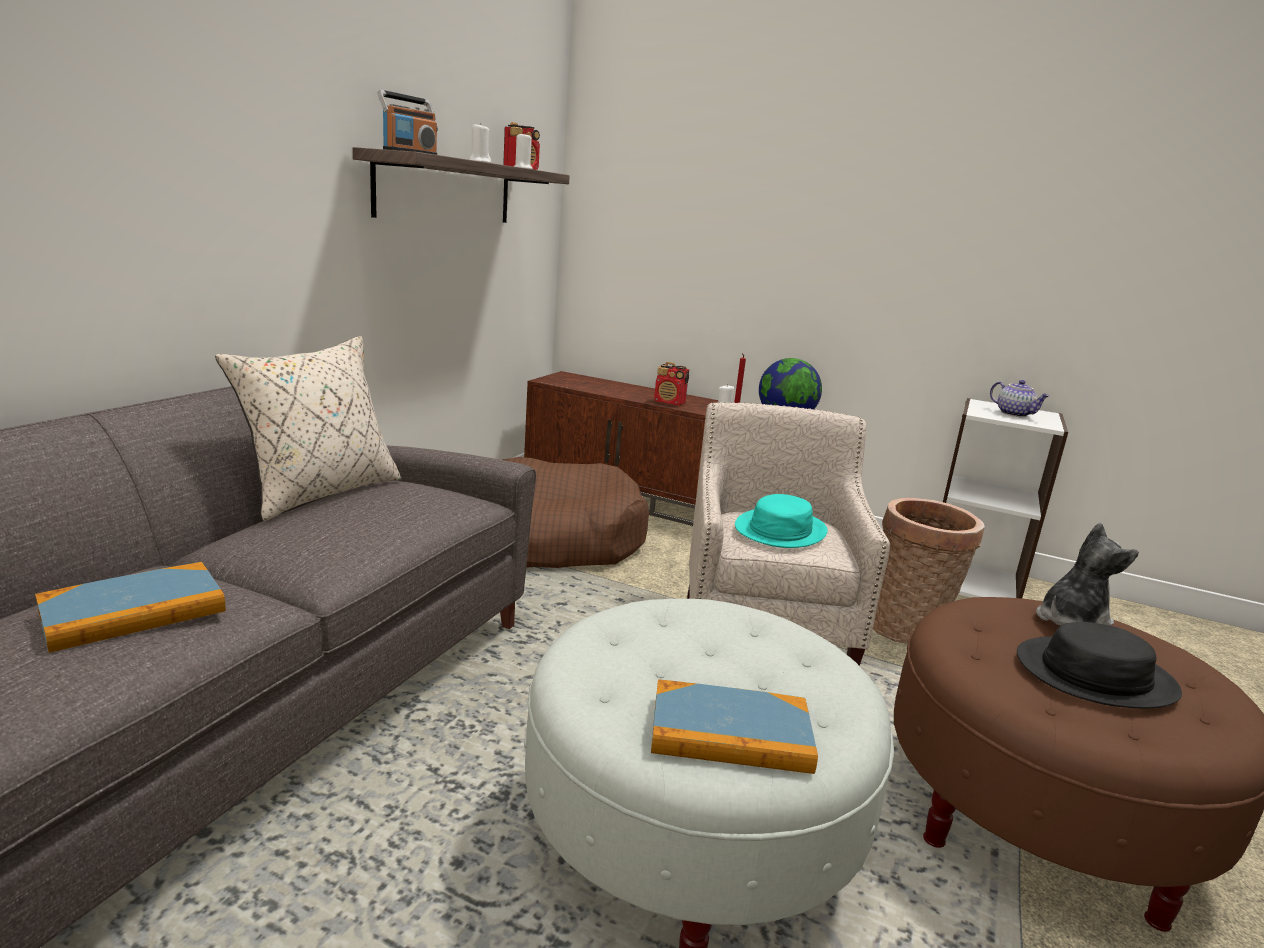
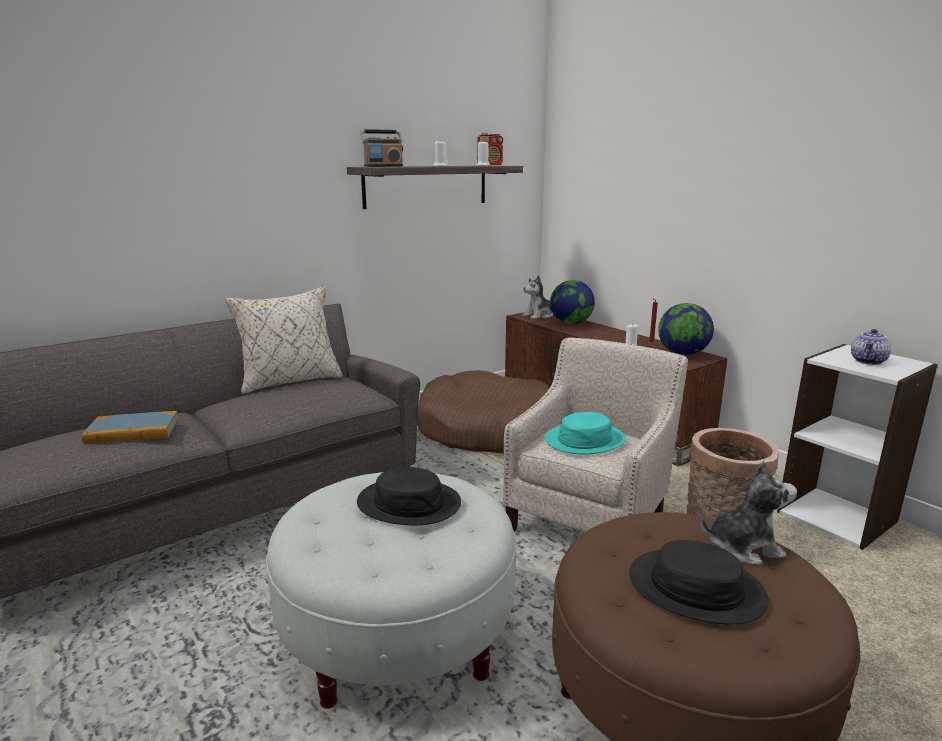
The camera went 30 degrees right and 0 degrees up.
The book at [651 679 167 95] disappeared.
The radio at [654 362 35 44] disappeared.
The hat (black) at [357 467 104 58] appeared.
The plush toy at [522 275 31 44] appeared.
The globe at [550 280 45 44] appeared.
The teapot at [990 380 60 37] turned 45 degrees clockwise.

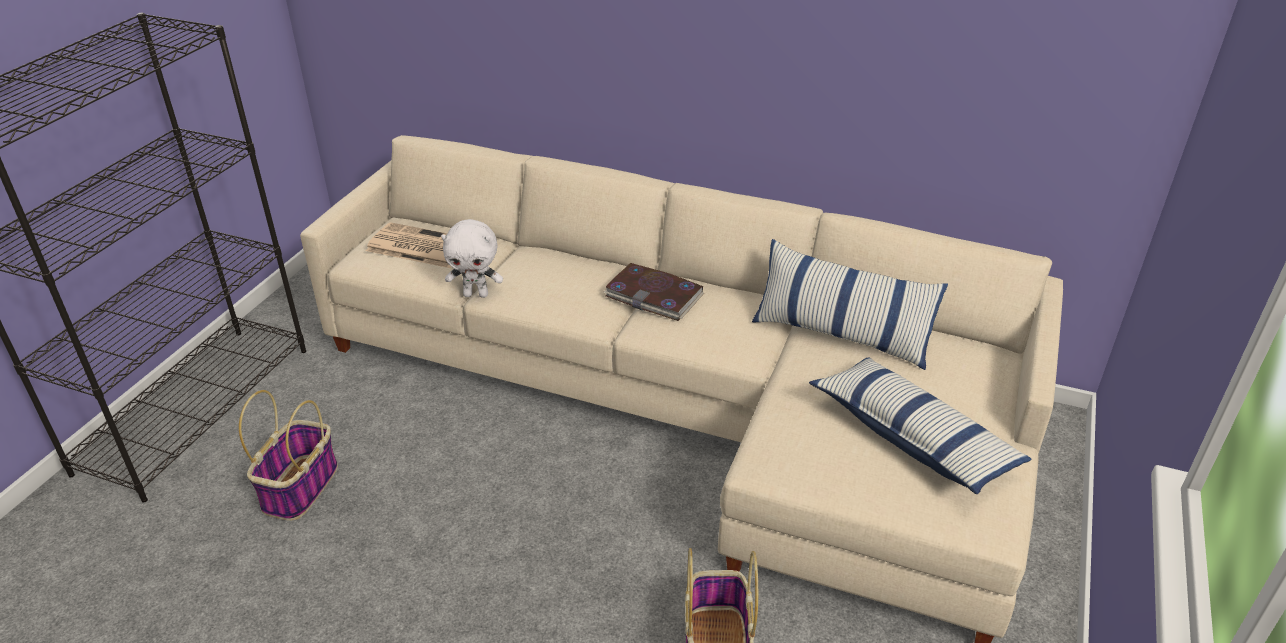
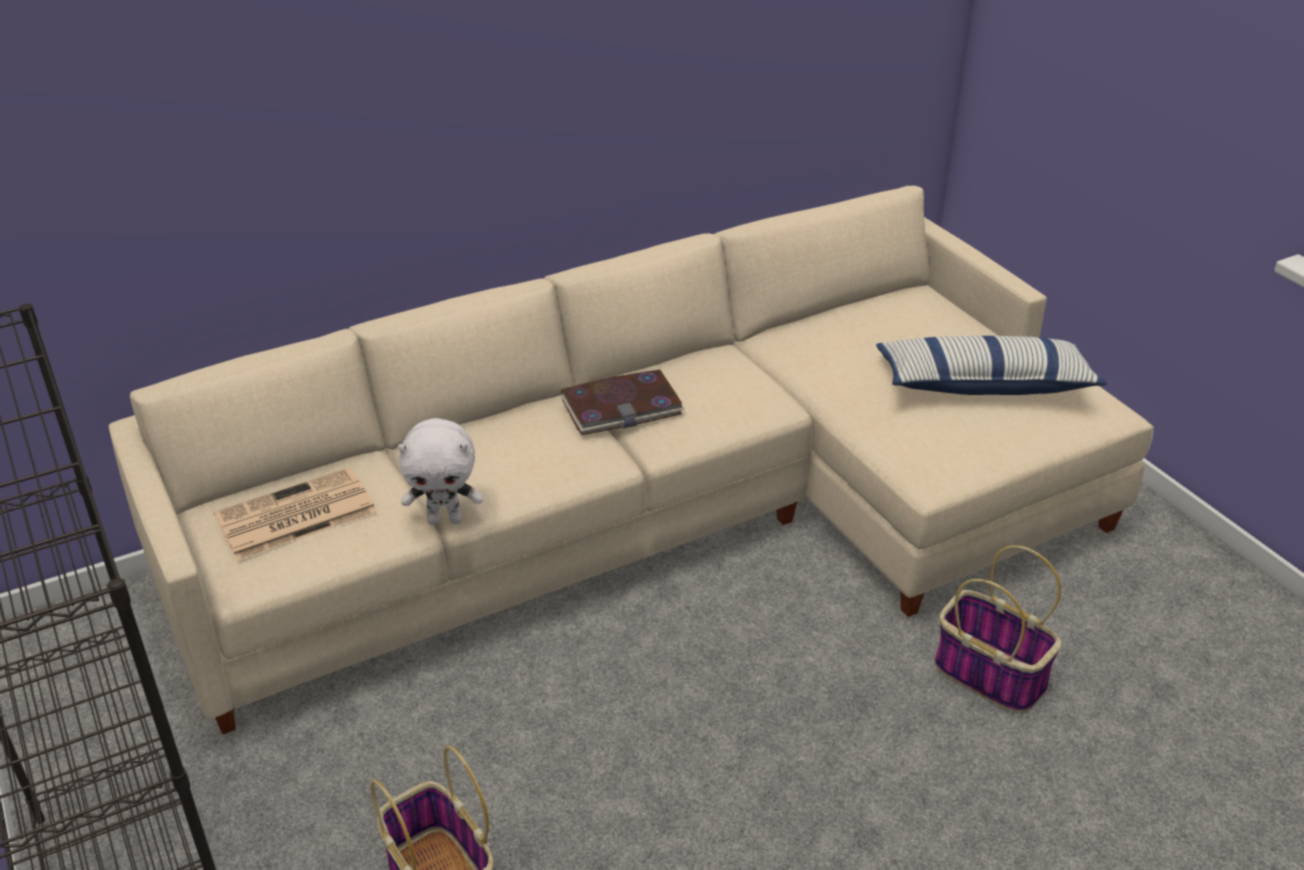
The camera went 50 degrees left and 0 degrees up.
The pillow at [752 239 196 131] disappeared.
The plush toy (white) at [441 219 62 79] turned 45 degrees clockwise.

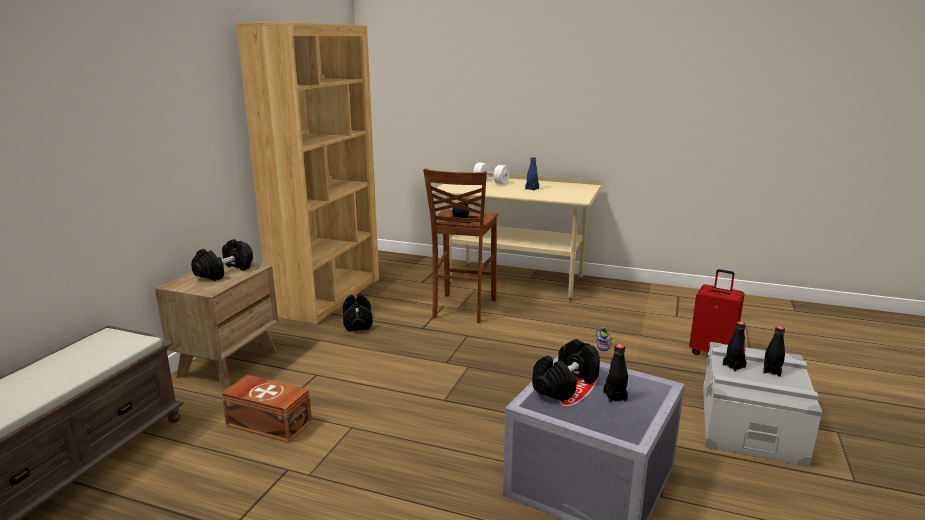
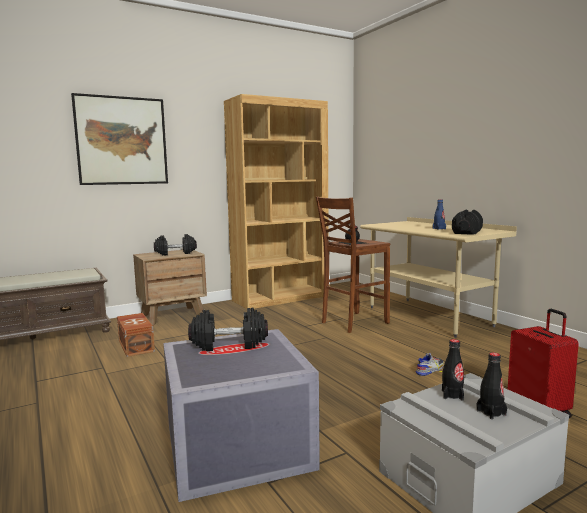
The camera went 40 degrees right and 10 degrees down.
The dumbbell (white) at [473 162 37 22] disappeared.
The bottle (black) at [603 344 25 59] disappeared.
The picture at [71 93 97 92] appeared.
The dumbbell (black) moved from [343 294 30 37] to [452 210 31 25].

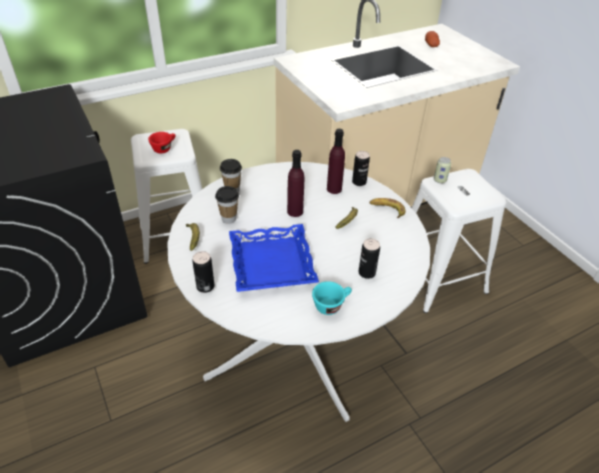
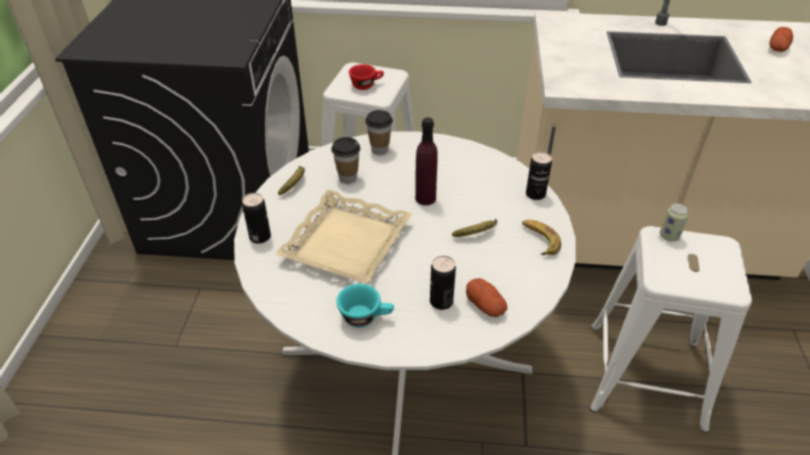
The camera went 35 degrees right and 0 degrees up.
The bottle (purple) at [327 129 18 65] disappeared.
The potato at [466 278 42 39] appeared.
The tray (blue) at [229 224 90 68] became the tray (beige) at [275 189 137 95].

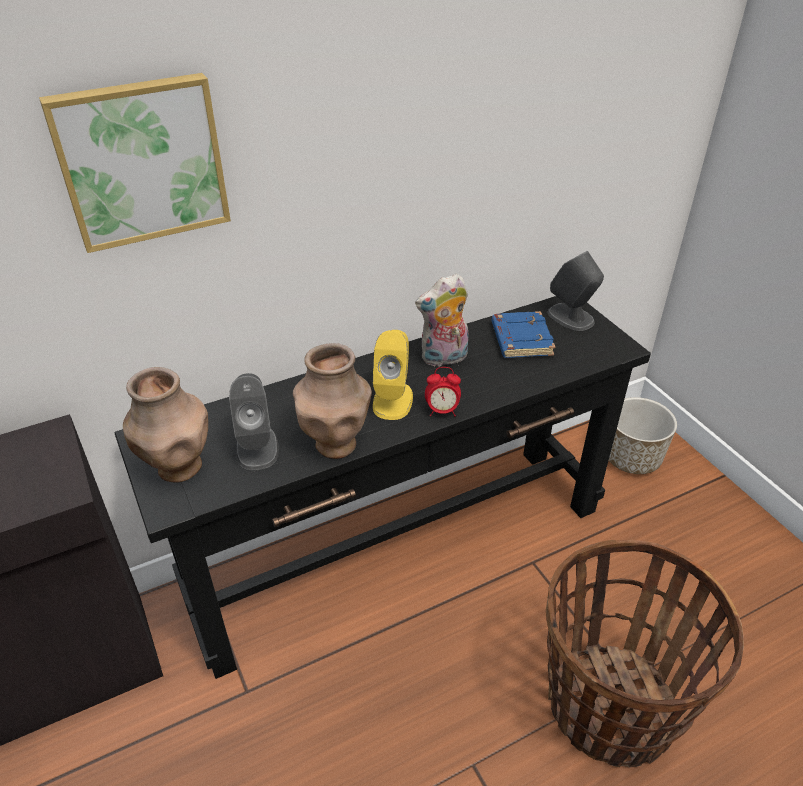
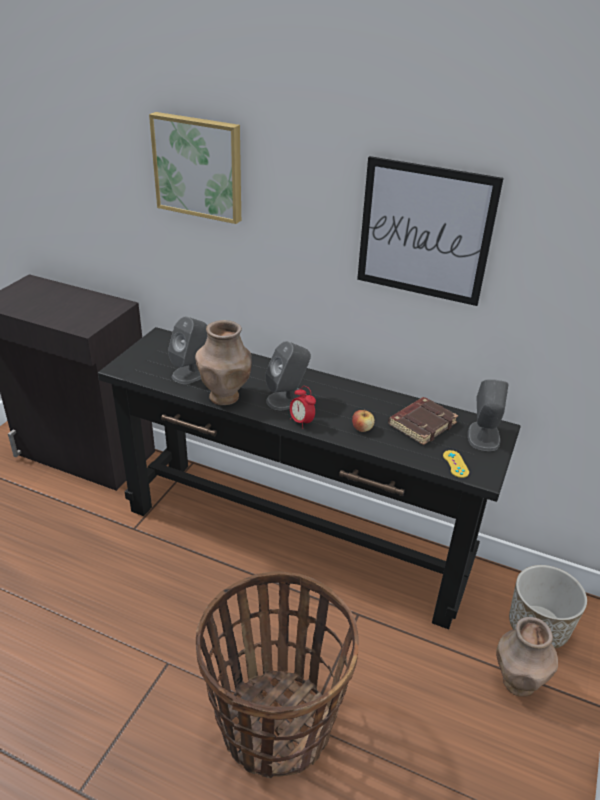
The camera went 50 degrees right and 5 degrees down.
The plush toy at [415 274 54 93] disappeared.
The apple at [352 409 23 23] appeared.
The picture at [357 156 147 150] appeared.
The game controller (yellow) at [443 450 26 28] appeared.
The vase (brown) moved from [123 367 85 116] to [496 617 62 80].
The speaker (yellow) at [373 330 40 90] became the speaker (grey) at [266 341 45 69].
The book (blue) at [492 311 63 47] became the book (brown) at [388 397 70 48].

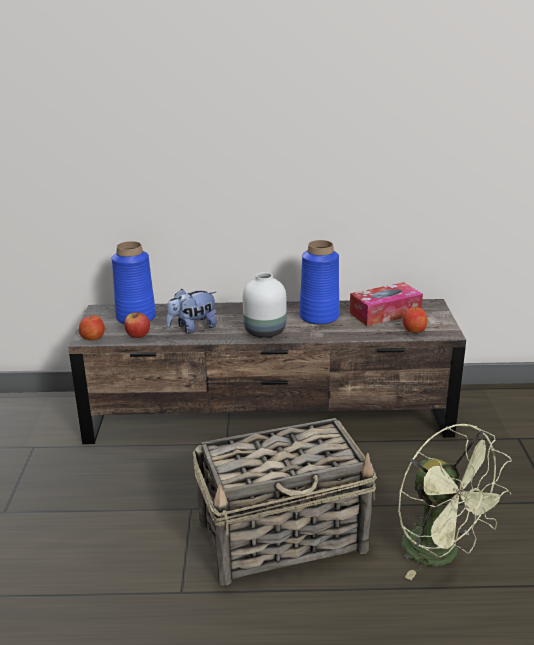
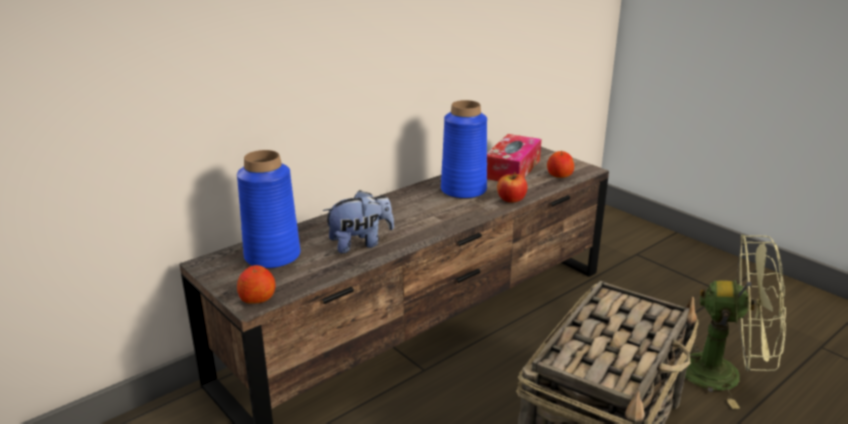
The camera went 40 degrees left and 0 degrees up.
The vase (white) at [243 272 44 66] disappeared.
The apple moved from [124 312 26 26] to [497 172 30 31].
The plush toy at [166 289 51 44] turned 135 degrees counterclockwise.

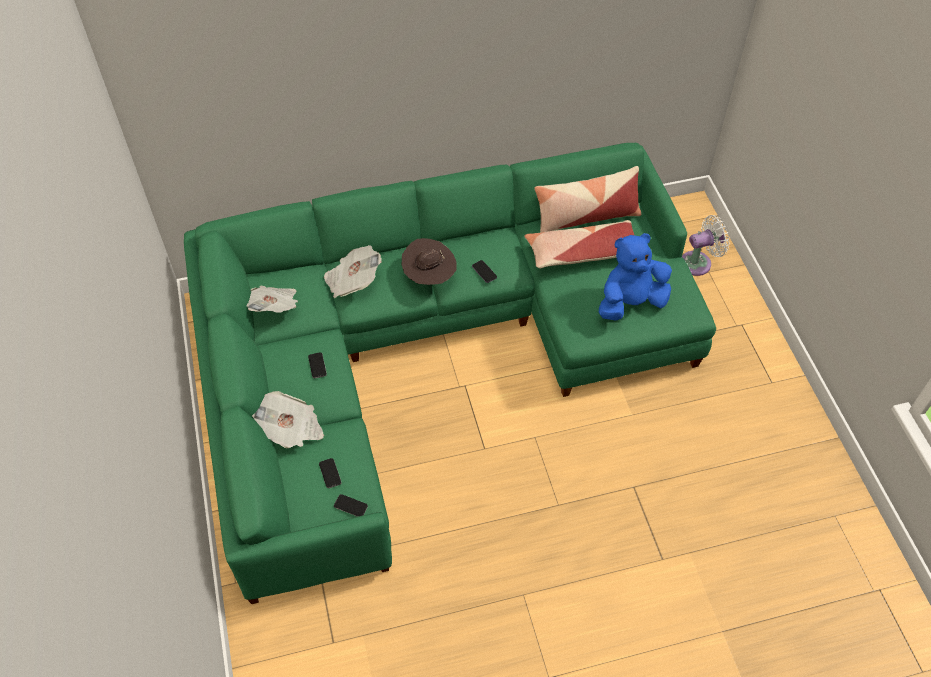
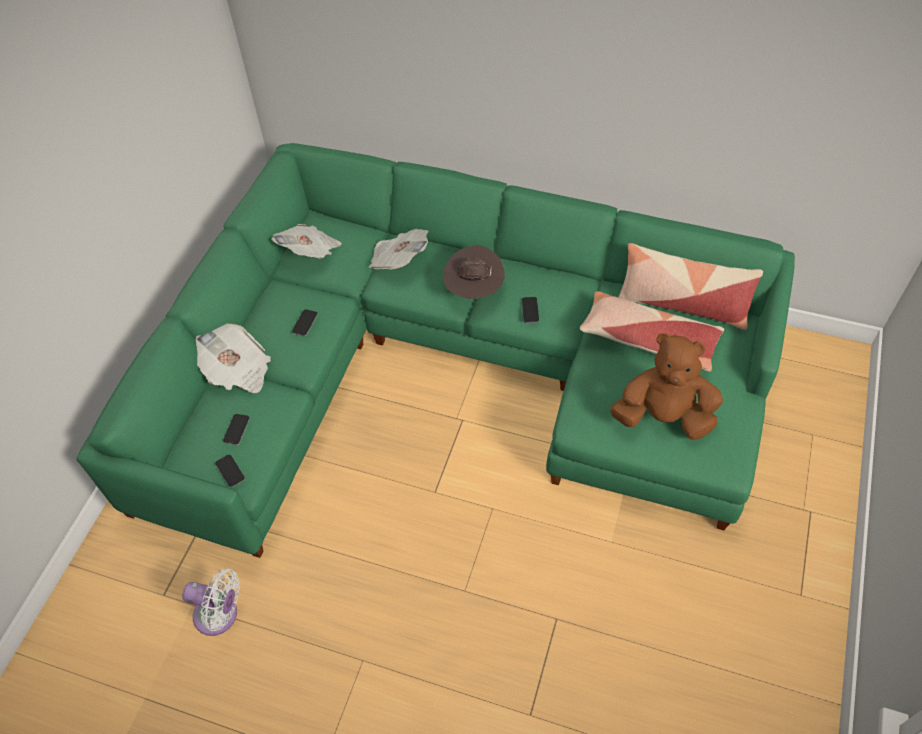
The camera went 35 degrees right and 0 degrees up.
The fan (white) moved from [682 215 47 61] to [182 569 58 67].
The plush toy (blue) at [599 233 73 87] became the plush toy (brown) at [610 333 113 107].

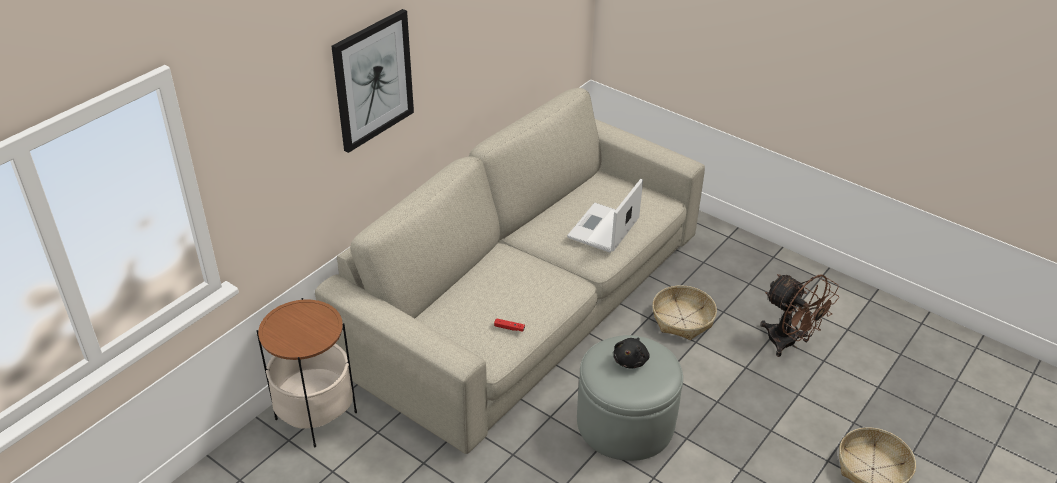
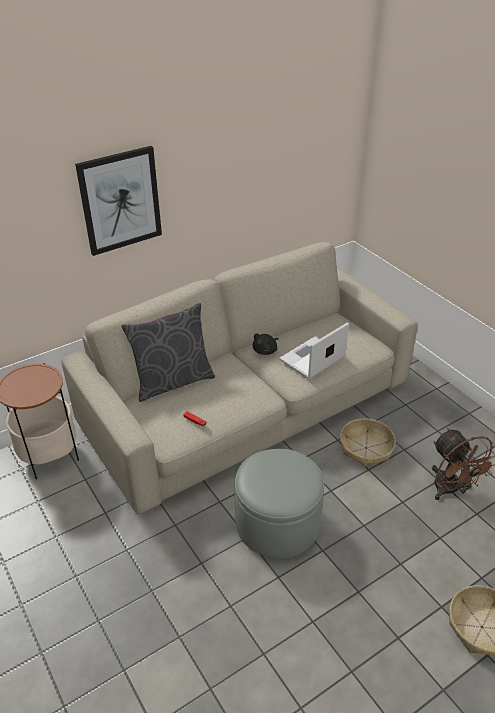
The camera went 20 degrees right and 0 degrees up.
The pillow (grey) at [121 303 94 99] appeared.
The plush toy (black) moved from [613 338 37 31] to [253 334 25 21].

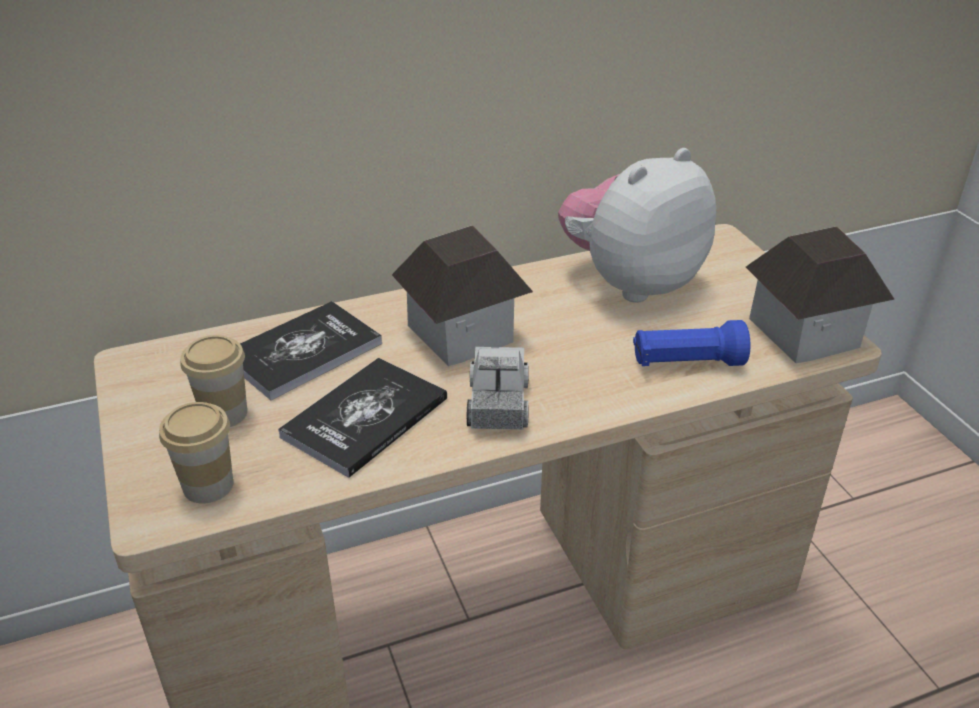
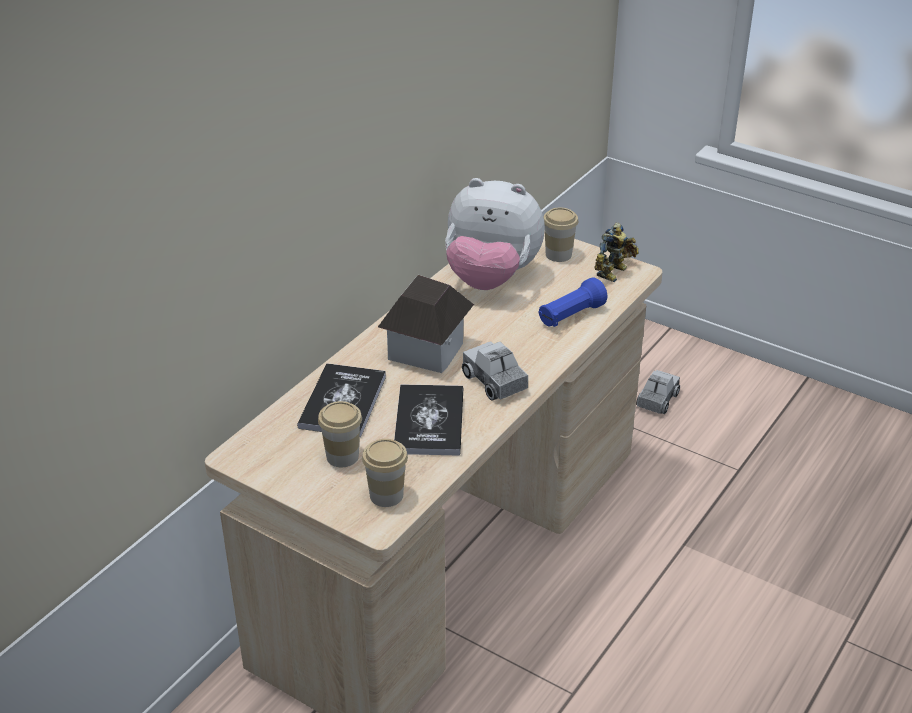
The camera went 35 degrees left and 0 degrees up.
The cup at [543 207 35 55] appeared.
The toy truck at [636 370 44 44] appeared.
The toy house at [746 226 148 137] was replaced by the toy robot at [594 222 45 60].
The plush toy at [558 148 158 155] turned 90 degrees counterclockwise.

